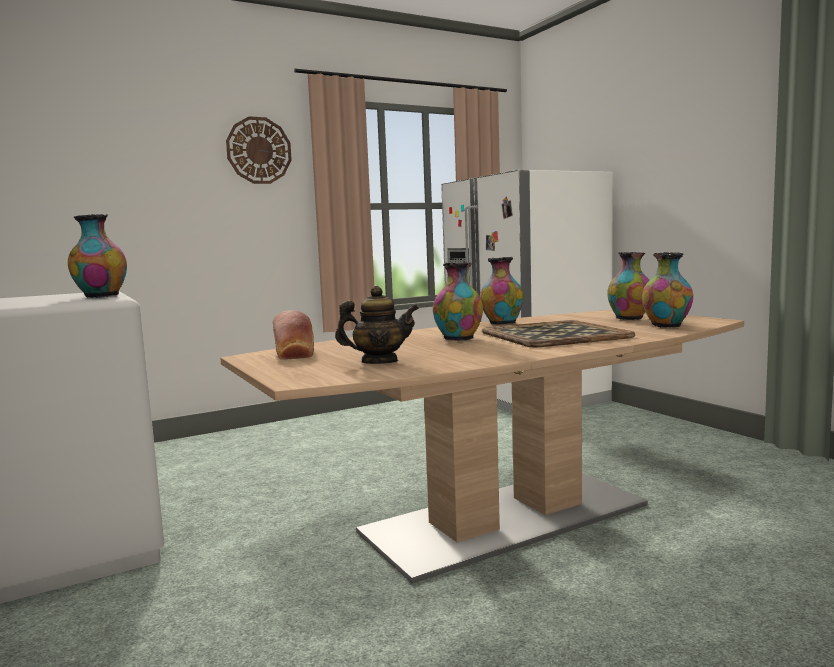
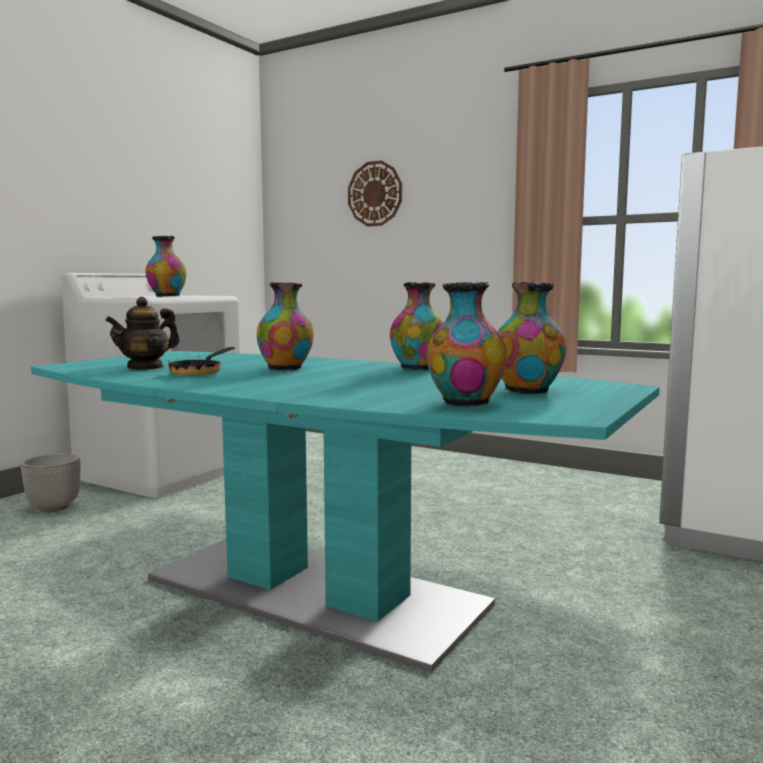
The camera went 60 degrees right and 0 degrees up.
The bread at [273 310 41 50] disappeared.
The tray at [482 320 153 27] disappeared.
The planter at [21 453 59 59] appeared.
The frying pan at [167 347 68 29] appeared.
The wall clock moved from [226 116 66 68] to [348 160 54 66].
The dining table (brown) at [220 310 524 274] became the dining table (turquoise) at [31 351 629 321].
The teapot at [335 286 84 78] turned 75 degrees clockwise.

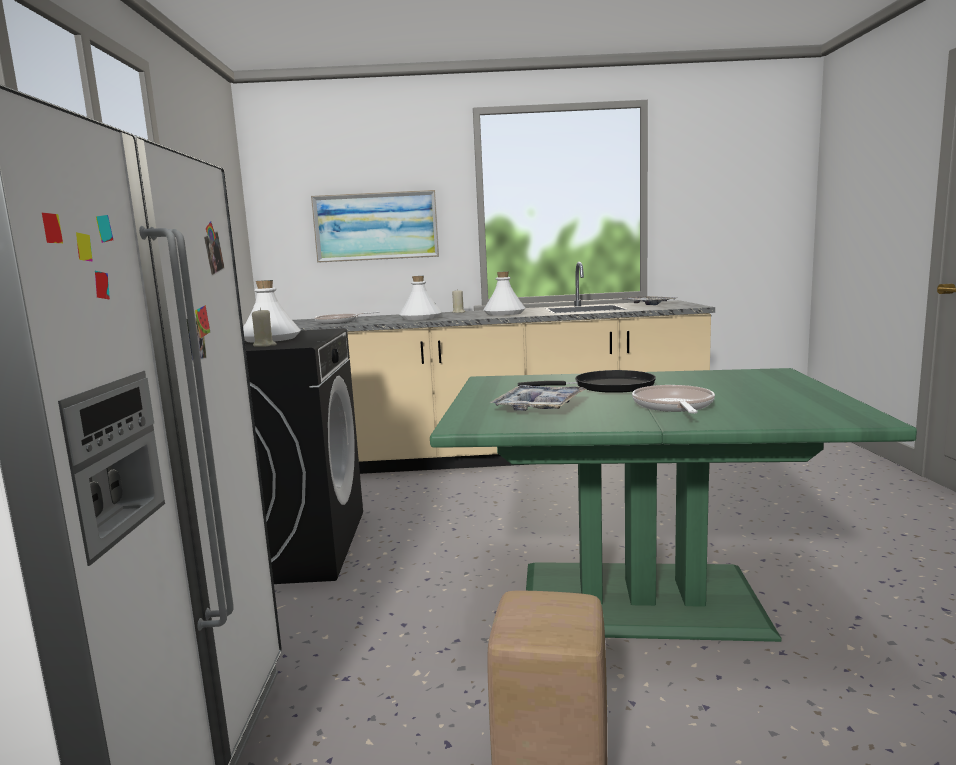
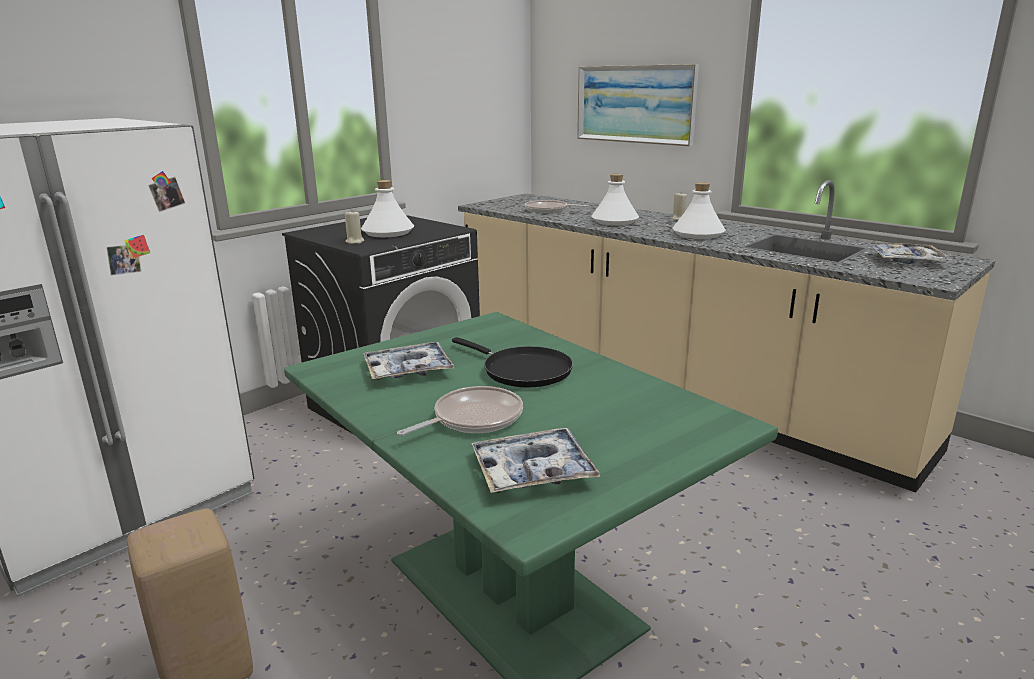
The camera went 45 degrees right and 10 degrees up.
The tray at [471 428 130 65] appeared.

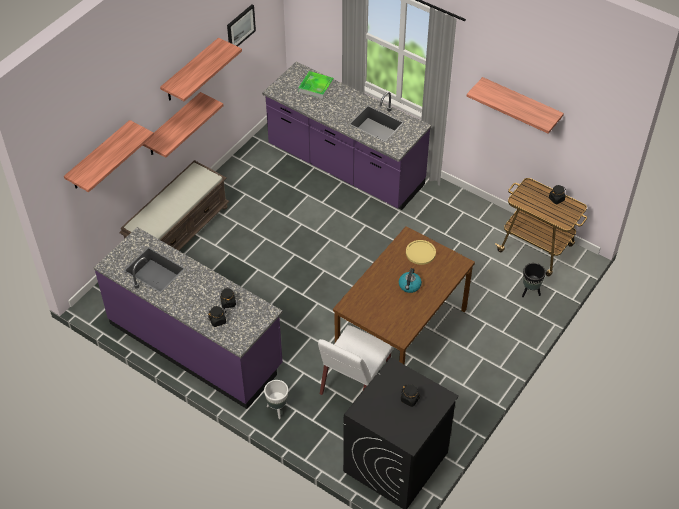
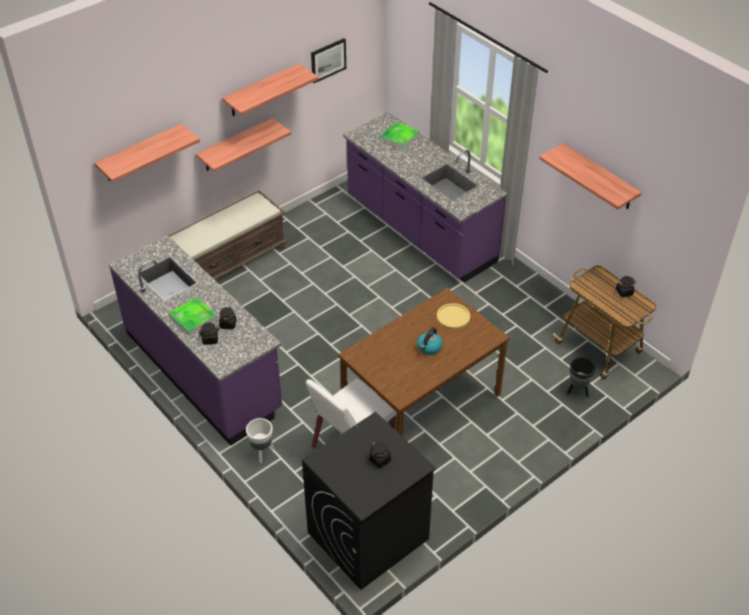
The camera went 15 degrees right and 5 degrees down.
The tray at [169 297 48 39] appeared.

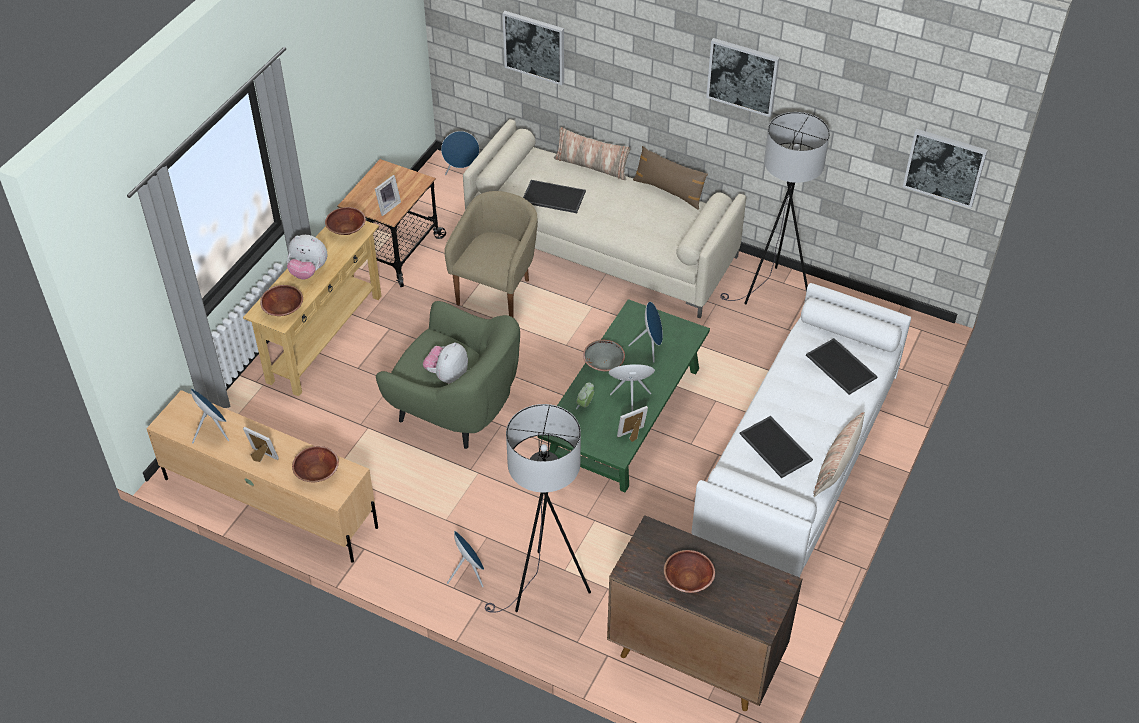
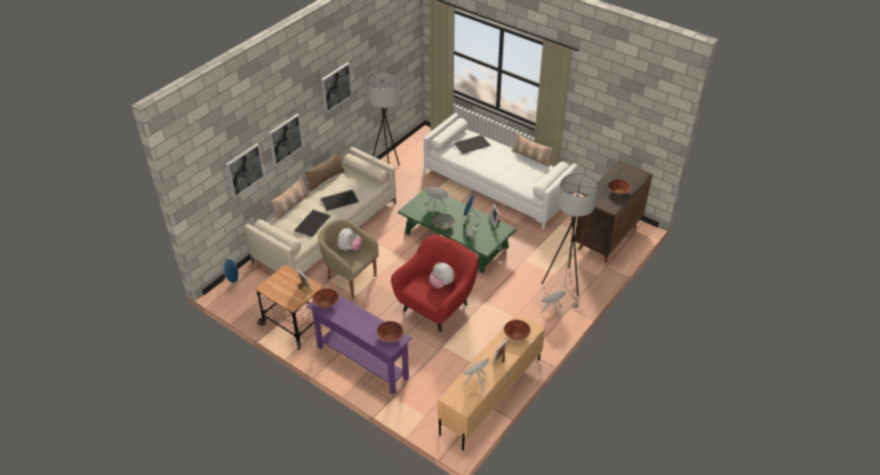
The camera went 80 degrees left and 5 degrees down.
The plush toy moved from [287 235 40 45] to [337 227 25 24].
The tray moved from [740 416 73 62] to [321 190 38 21].
The picture moved from [903 129 85 79] to [268 114 36 52].
The console table (beige) at [243 221 138 176] became the console table (purple) at [307 295 105 100].
The armchair (green) at [376 301 144 148] became the armchair (red) at [391 235 88 97].

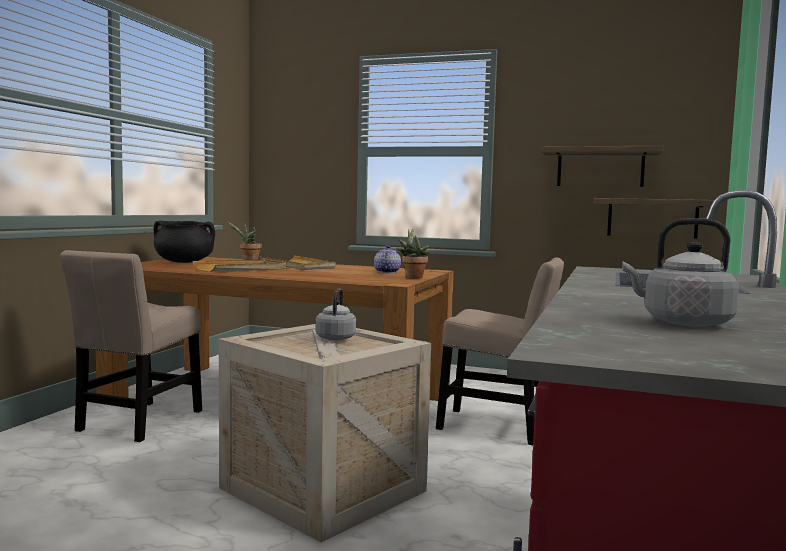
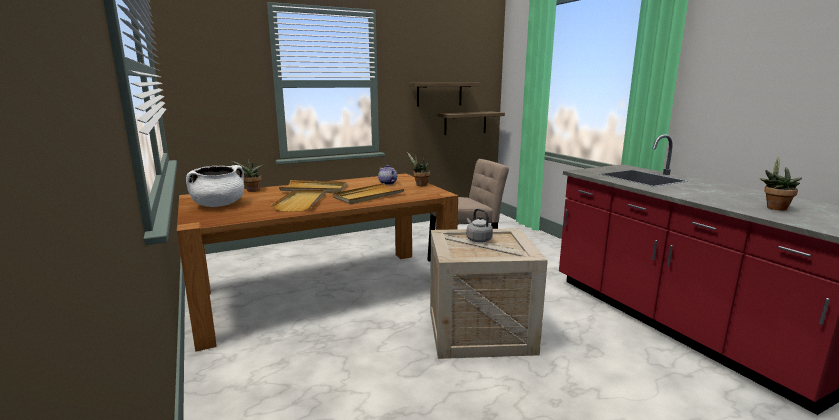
The camera went 45 degrees left and 10 degrees up.
The chair (beige) at [60 250 142 192] disappeared.
The tray (beige) at [333 183 71 21] appeared.
The kettle (grey) at [622 218 117 109] was replaced by the potted plant at [760 157 42 54].
The cooking pot (black) at [154 221 61 42] became the cooking pot (white) at [186 165 58 42].

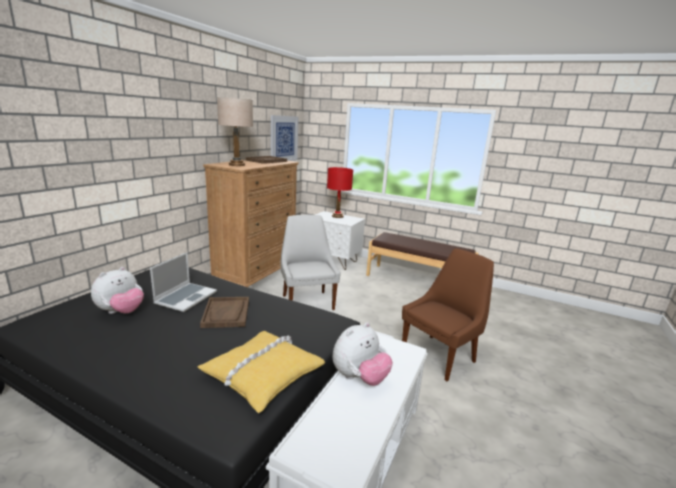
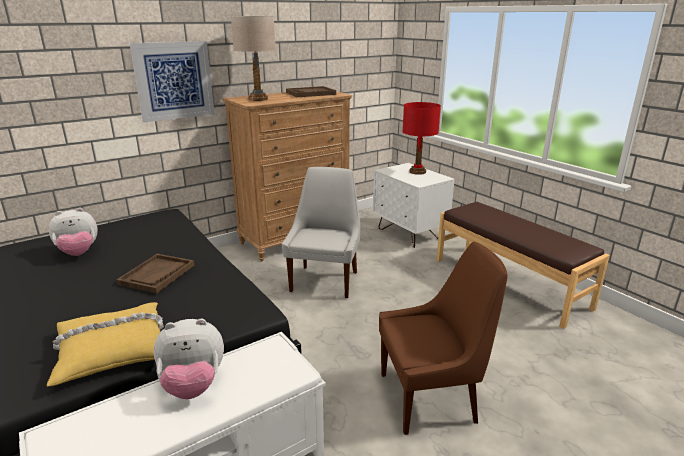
The camera went 30 degrees right and 5 degrees up.
The laptop at [150 252 67 60] disappeared.
The picture moved from [271 115 27 46] to [129 41 86 82].

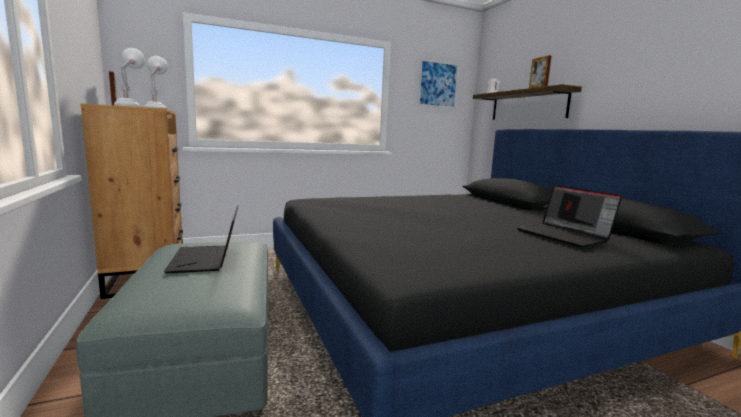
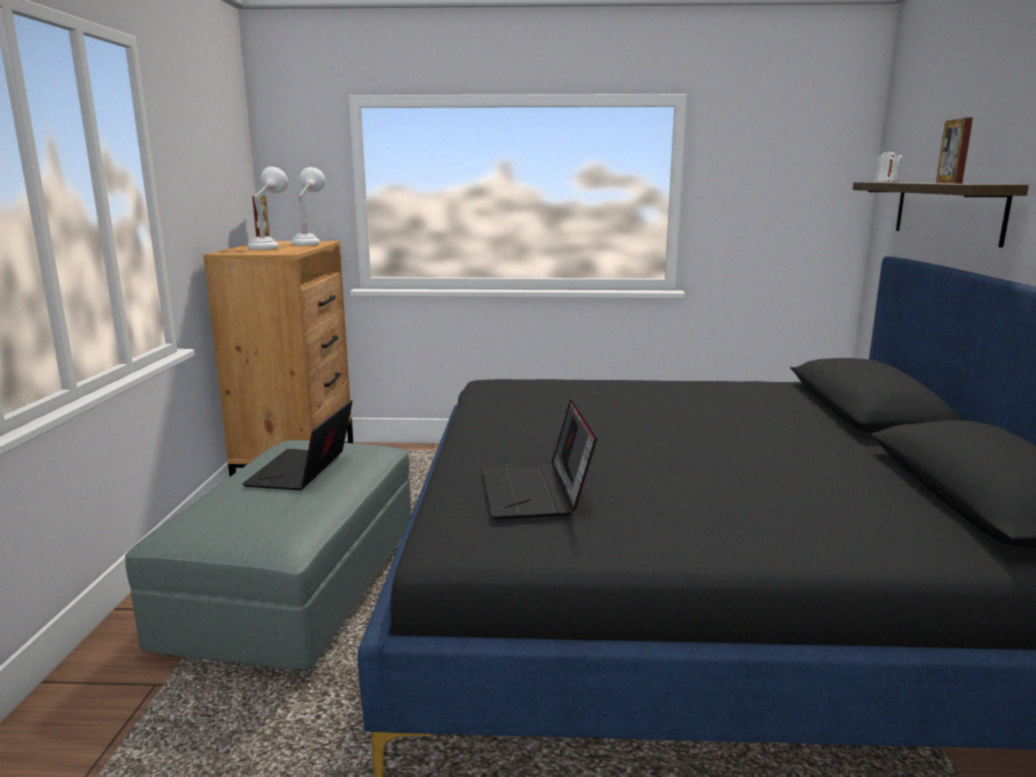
The camera went 25 degrees right and 5 degrees up.
The picture at [418 59 41 49] disappeared.
The laptop moved from [517 185 105 62] to [482 399 115 120].

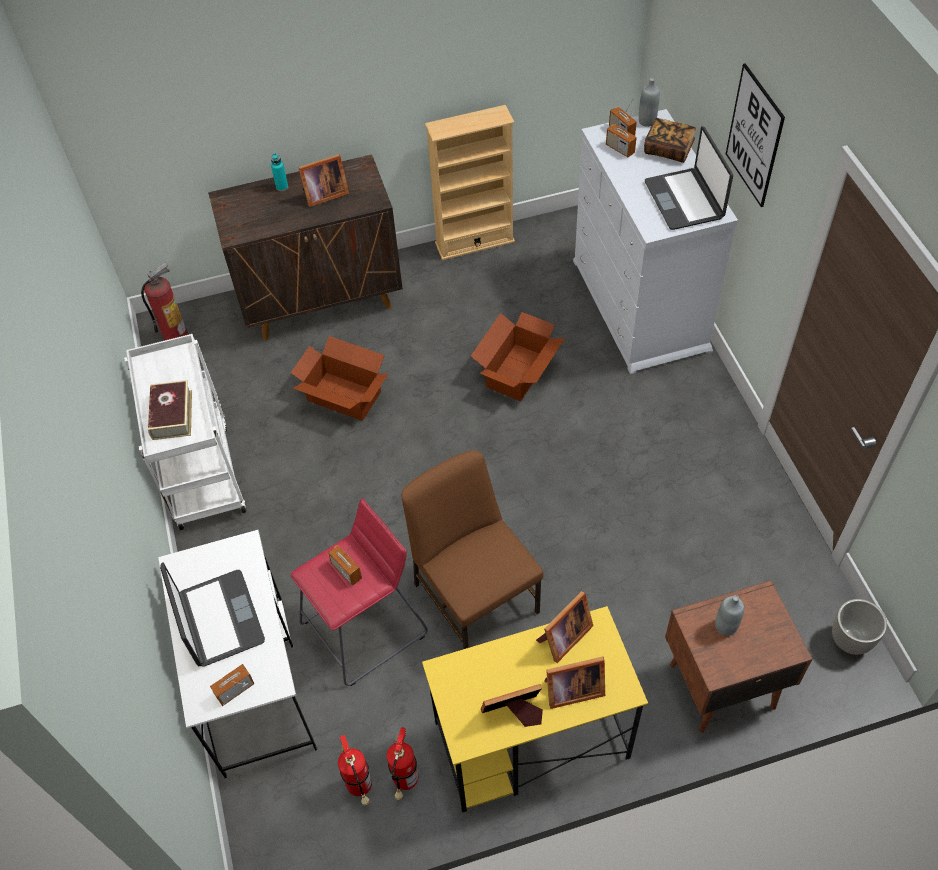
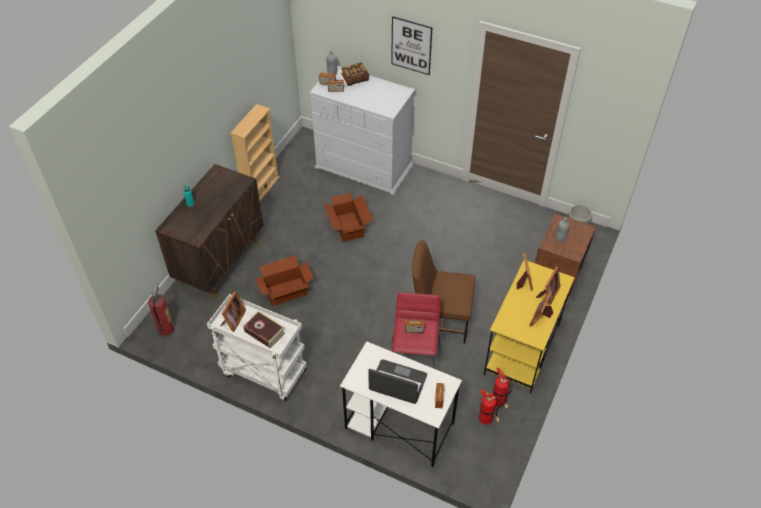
The camera went 50 degrees left and 5 degrees down.
The laptop at [645 126 88 104] disappeared.
The picture frame moved from [298 154 51 53] to [220 292 26 40].

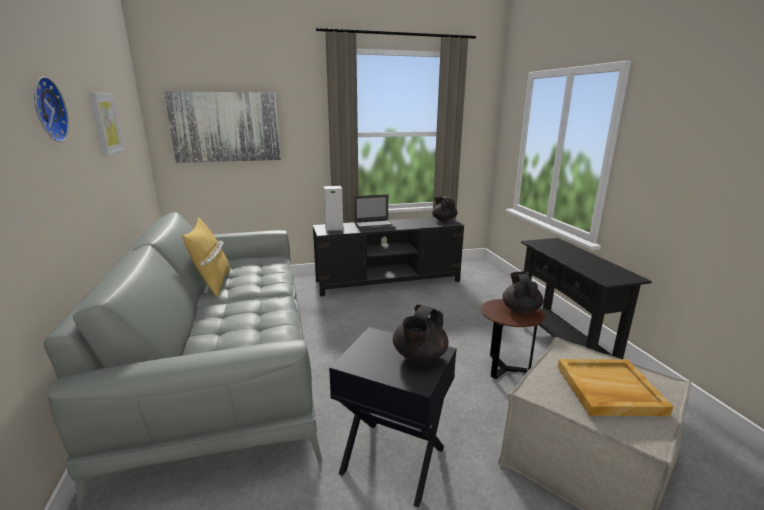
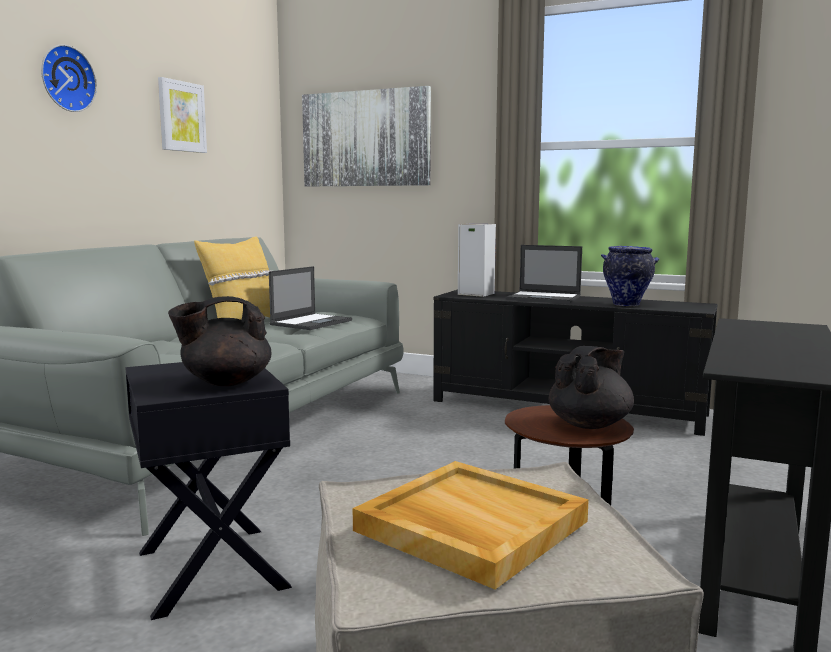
The camera went 40 degrees right and 10 degrees down.
The teapot (black) at [432 196 26 26] disappeared.
The laptop at [269 266 83 64] appeared.
The vase at [601 246 58 60] appeared.

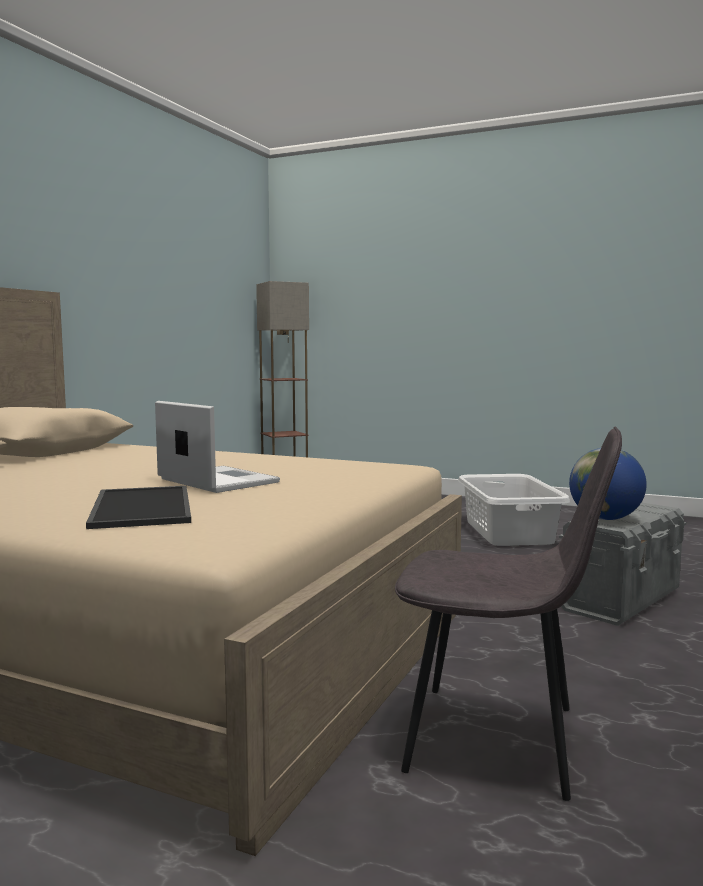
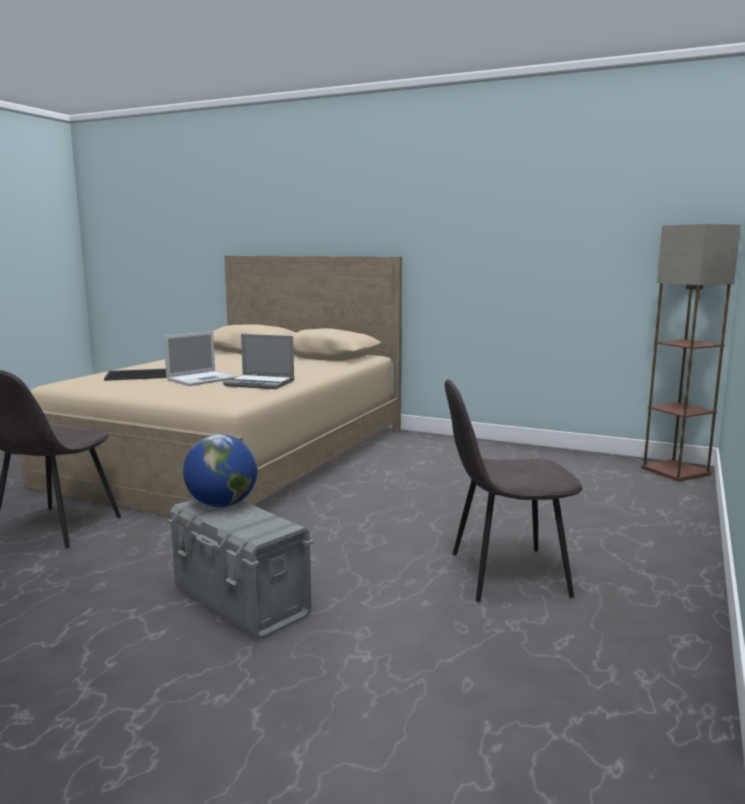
The camera went 90 degrees right and 5 degrees up.
The laptop at [223 334 71 55] appeared.
The laundry basket (white) at [458 474 112 72] was replaced by the chair (grey) at [445 380 138 222].

